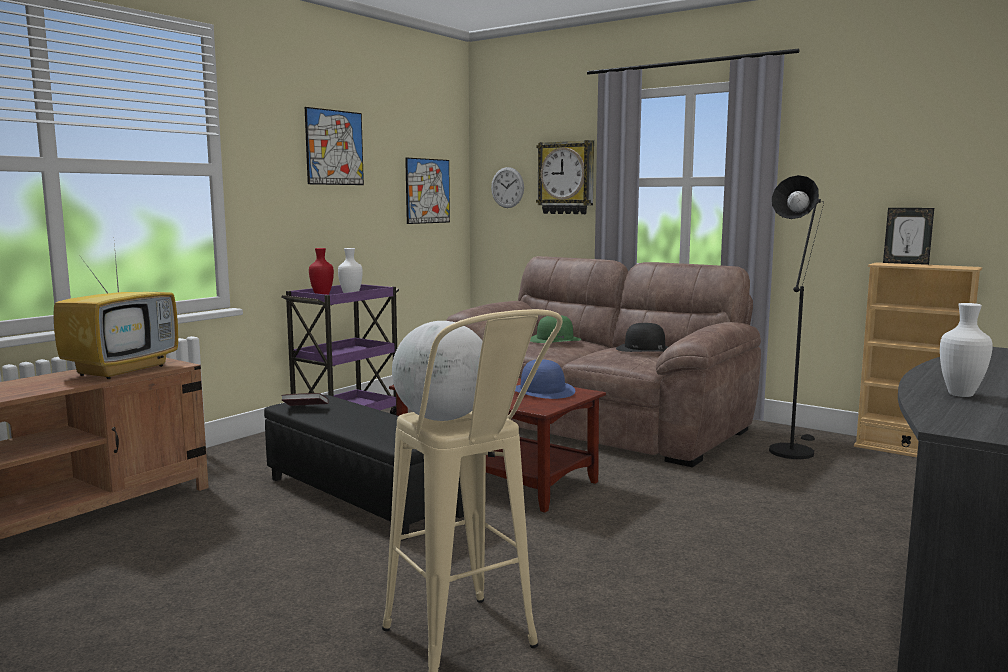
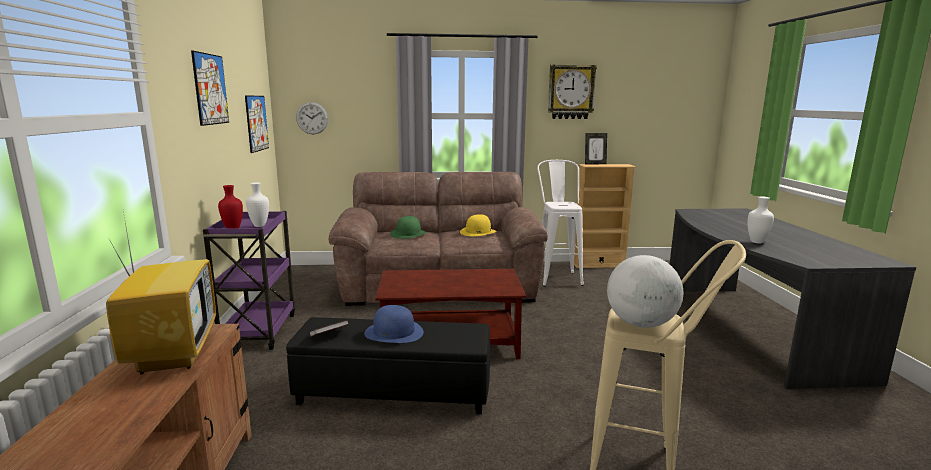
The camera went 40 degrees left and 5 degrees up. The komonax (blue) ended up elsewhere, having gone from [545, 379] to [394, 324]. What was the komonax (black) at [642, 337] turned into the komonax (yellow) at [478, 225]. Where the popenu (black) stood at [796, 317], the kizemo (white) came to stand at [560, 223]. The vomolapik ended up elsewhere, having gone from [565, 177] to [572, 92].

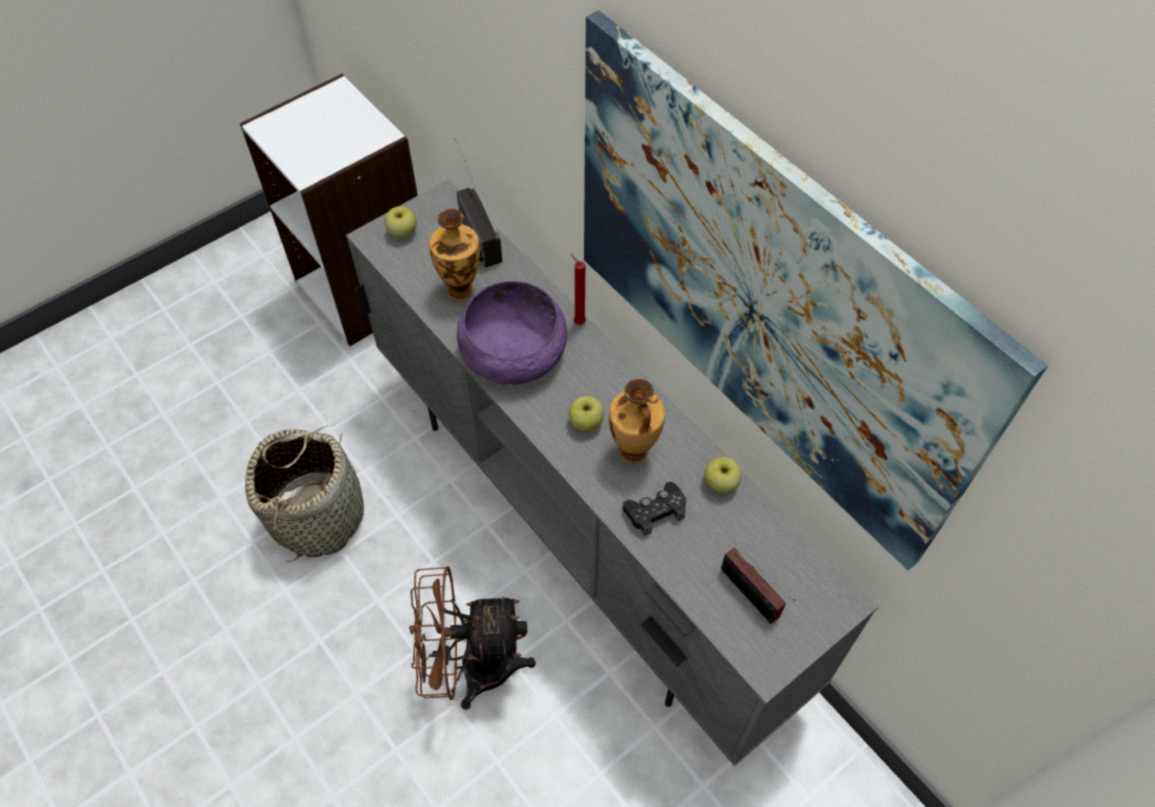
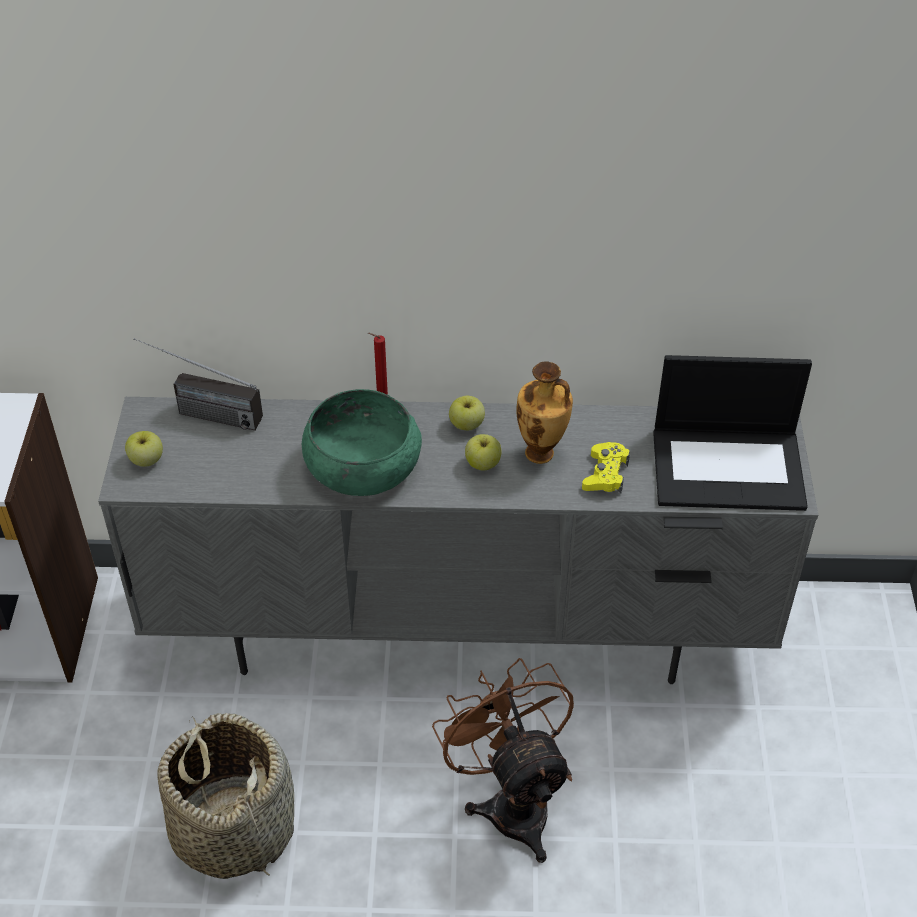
The camera went 50 degrees left and 10 degrees down. What was the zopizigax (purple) at [512, 333] turned into the zopizigax (green) at [362, 442]. The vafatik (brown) at [472, 638] ended up facing another way, 120 degrees clockwise from before. The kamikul ended up elsewhere, having gone from [723, 475] to [467, 413]. What was the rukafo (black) at [654, 509] turned into the rukafo (yellow) at [606, 467]. Where the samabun stood at [758, 586], the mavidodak came to stand at [732, 433]. The second view lost the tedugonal at [454, 255]. The second view lost the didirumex at [816, 290].

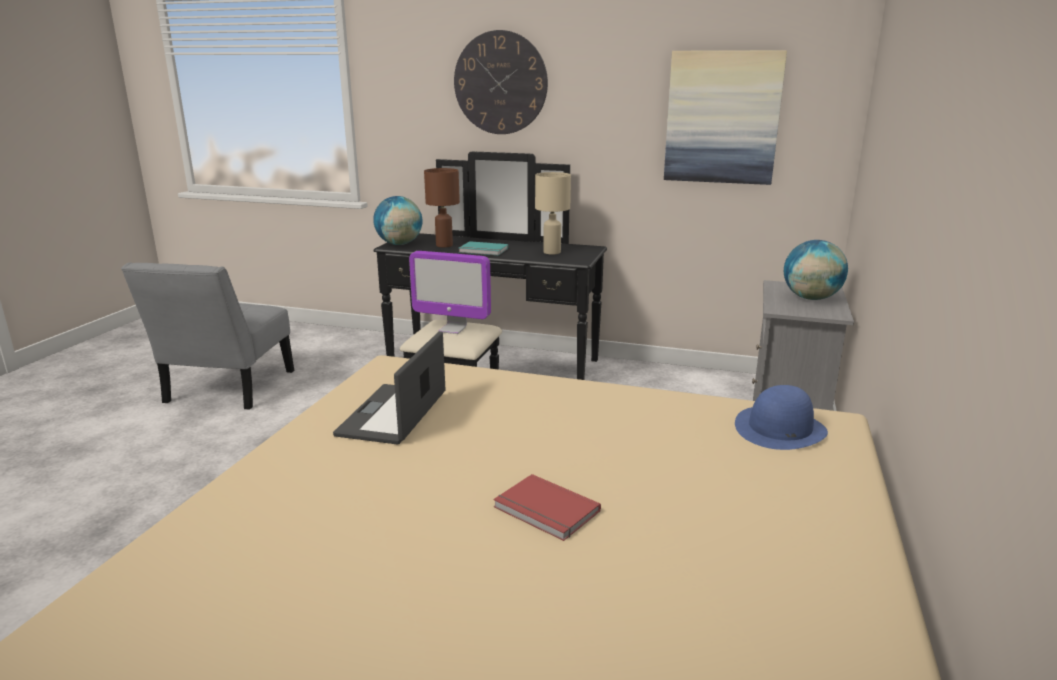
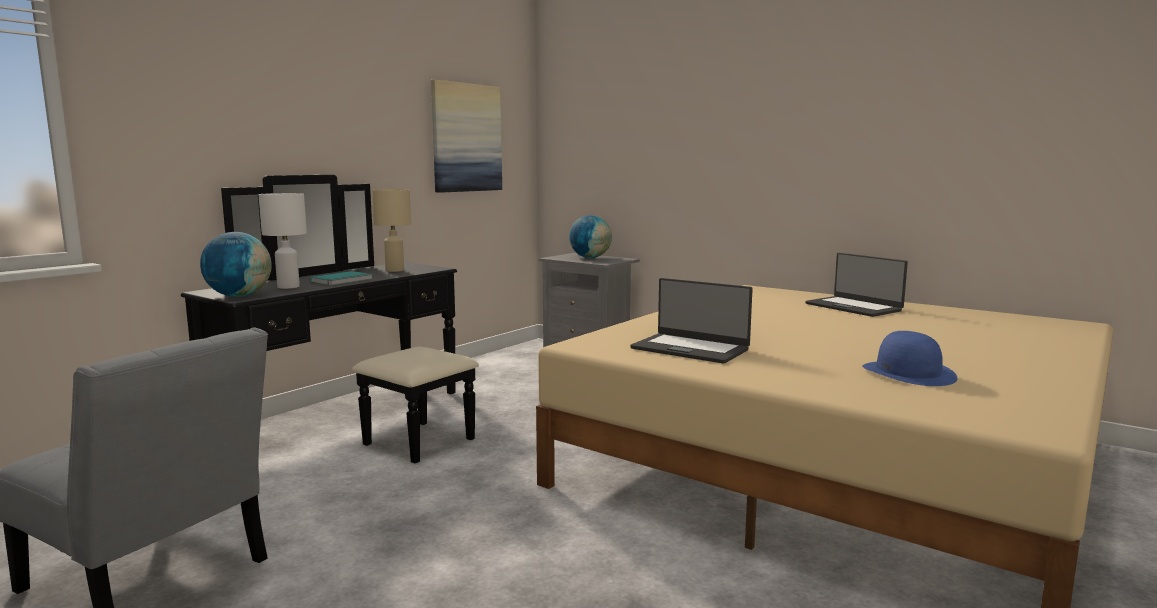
The camera went 70 degrees left and 10 degrees down. What was the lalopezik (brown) at [442, 207] turned into the lalopezik (white) at [282, 241]. The second view gained the mavidodak at [857, 285]. The komonax (blue) ended up elsewhere, having gone from [781, 417] to [909, 358]. The second view lost the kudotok at [450, 292]. The second view lost the vomolapik at [501, 82]. The second view lost the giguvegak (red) at [547, 507].

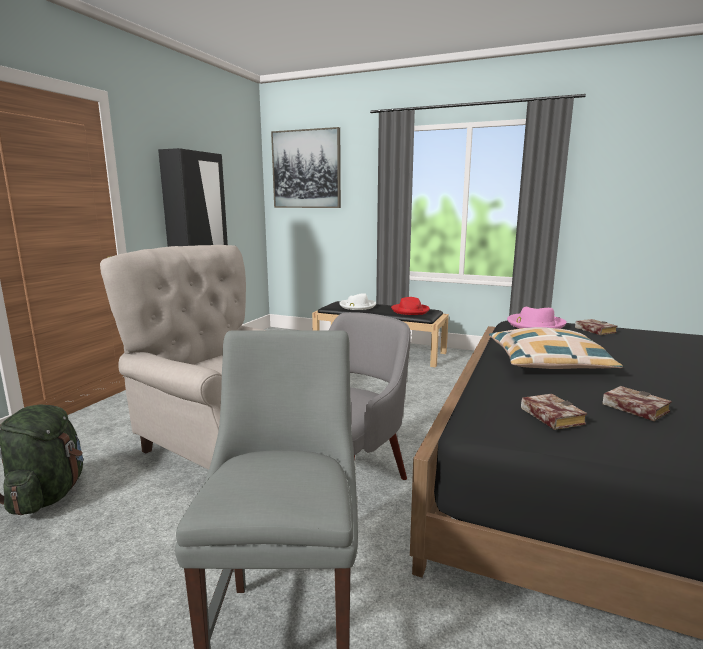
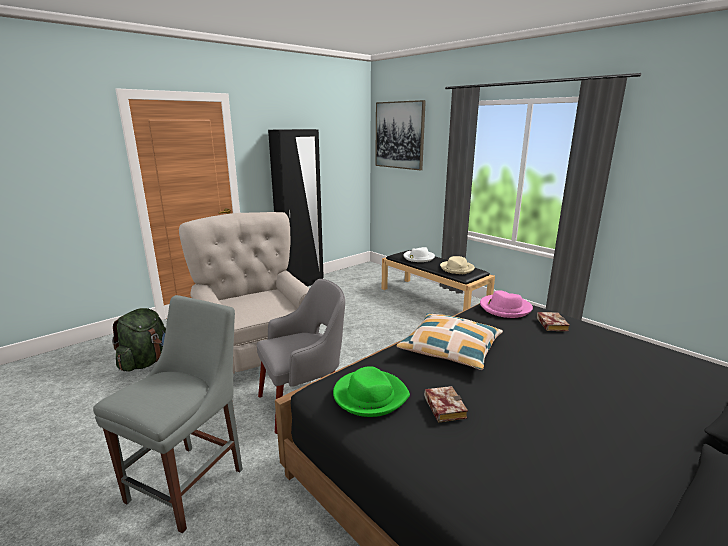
The camera went 25 degrees right and 5 degrees up. Where the giguvegak stood at [554, 412], the komonax (green) came to stand at [371, 391]. What was the komonax (red) at [410, 306] turned into the komonax (beige) at [457, 265].

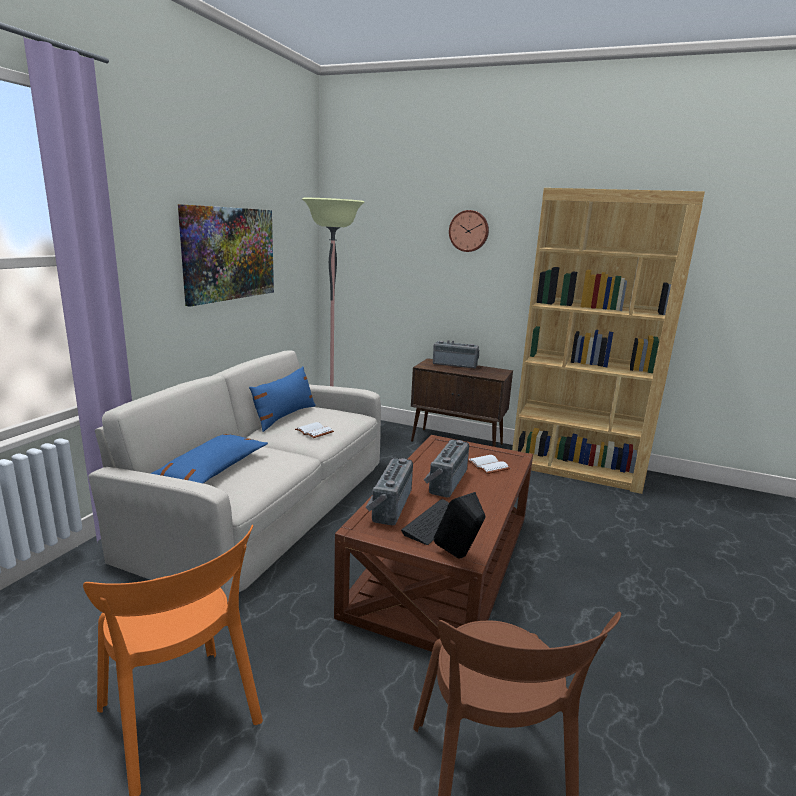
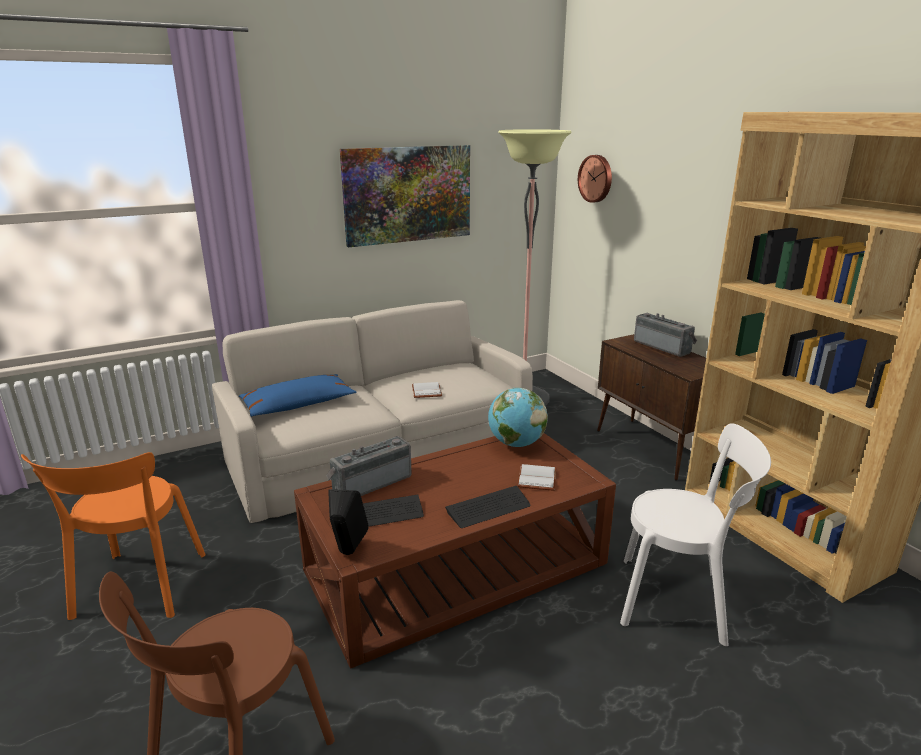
The camera went 40 degrees right and 5 degrees up. The second view gained the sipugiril at [488, 507]. The second view gained the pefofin at [518, 417]. The vomolapik ended up elsewhere, having gone from [469, 231] to [595, 179]. The second view gained the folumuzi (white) at [695, 534]. The second view lost the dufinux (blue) at [282, 399]. The second view lost the samabun at [446, 468].

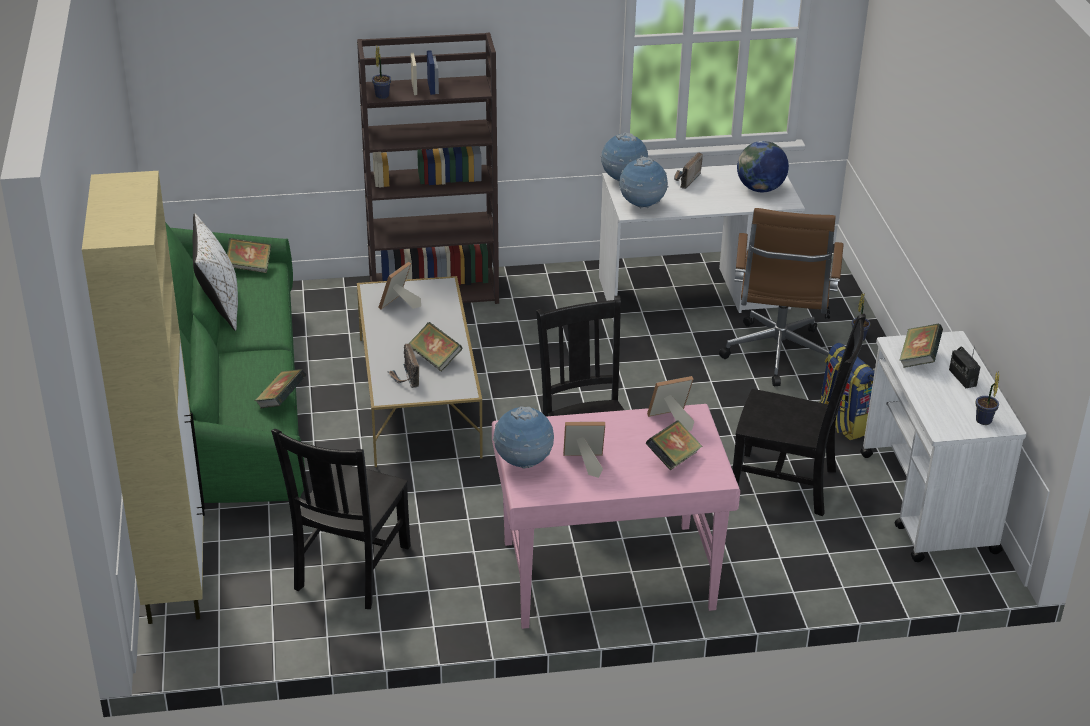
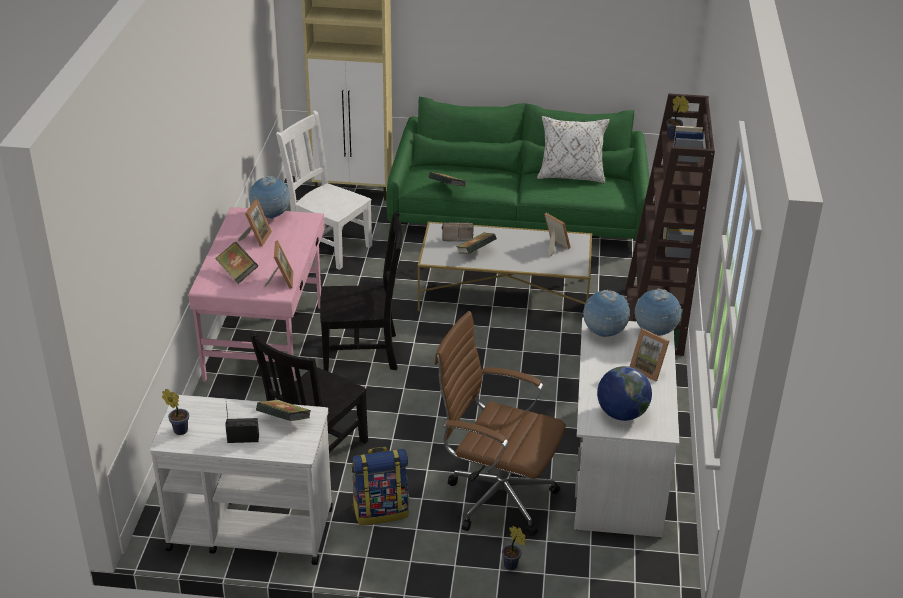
The camera went 105 degrees right and 0 degrees up. What was the folumuzi (black) at [341, 519] turned into the folumuzi (white) at [324, 190]. Where the samabun stood at [688, 170], the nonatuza came to stand at [649, 355]. The second view lost the giguvegak at [249, 255].

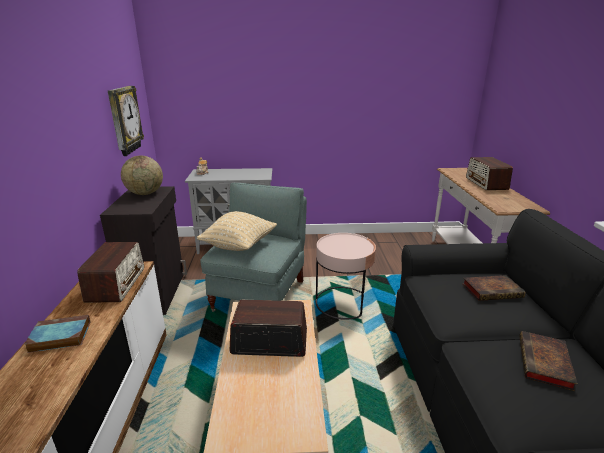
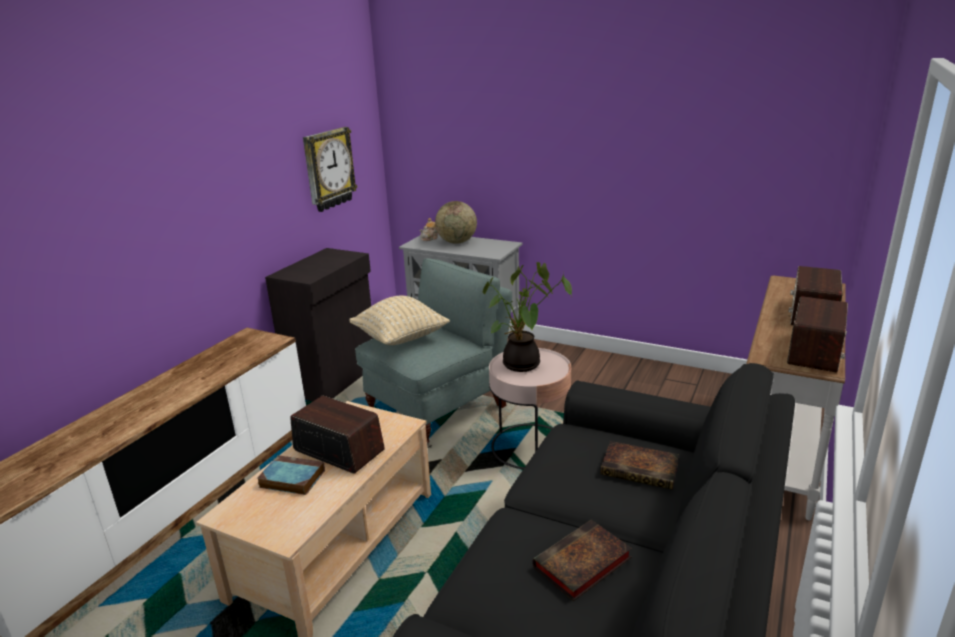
The camera went 30 degrees right and 0 degrees up. The giguvegak ended up elsewhere, having gone from [57, 334] to [291, 475]. The pefofin ended up elsewhere, having gone from [142, 175] to [456, 222]. The second view gained the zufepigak at [527, 317]. The samabun ended up elsewhere, having gone from [110, 272] to [817, 334].

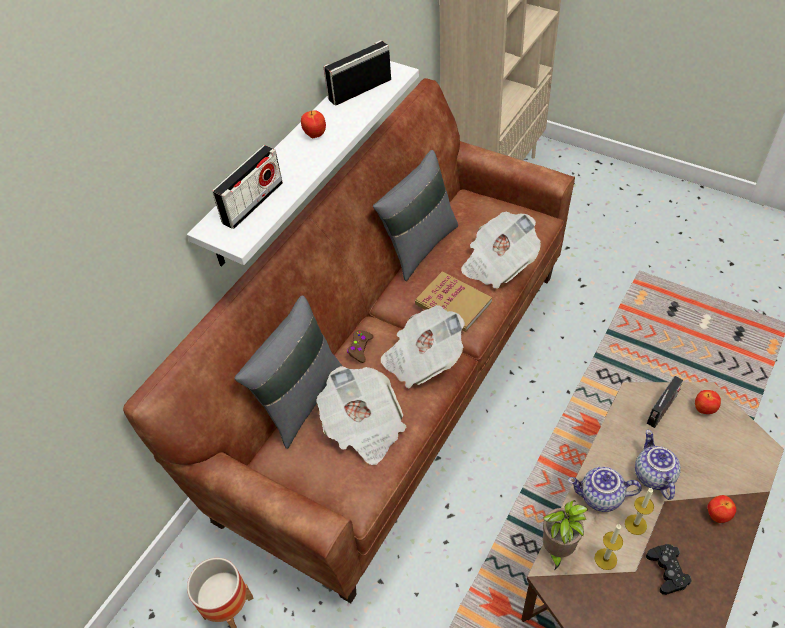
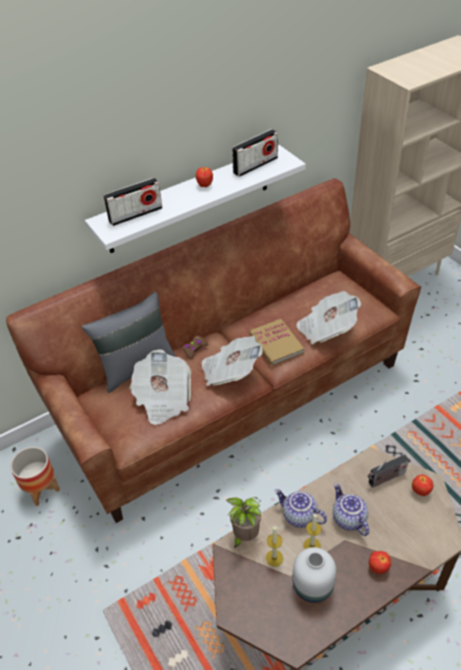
The camera went 25 degrees right and 5 degrees down. The samabun at [357, 73] ended up facing another way, 150 degrees clockwise from before. Where the rukafo (black) stood at [669, 569], the tedugonal (white) came to stand at [314, 575]. The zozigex at [658, 465] ended up facing another way, 45 degrees counterclockwise from before. The second view lost the dufinux (grey) at [415, 215].

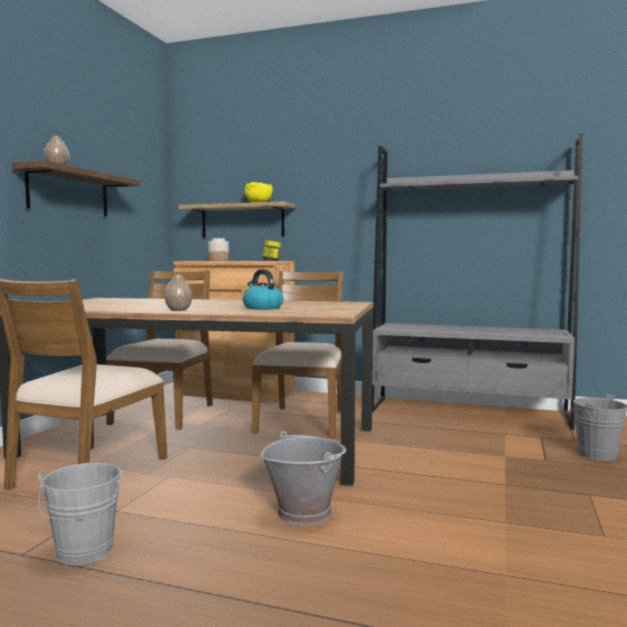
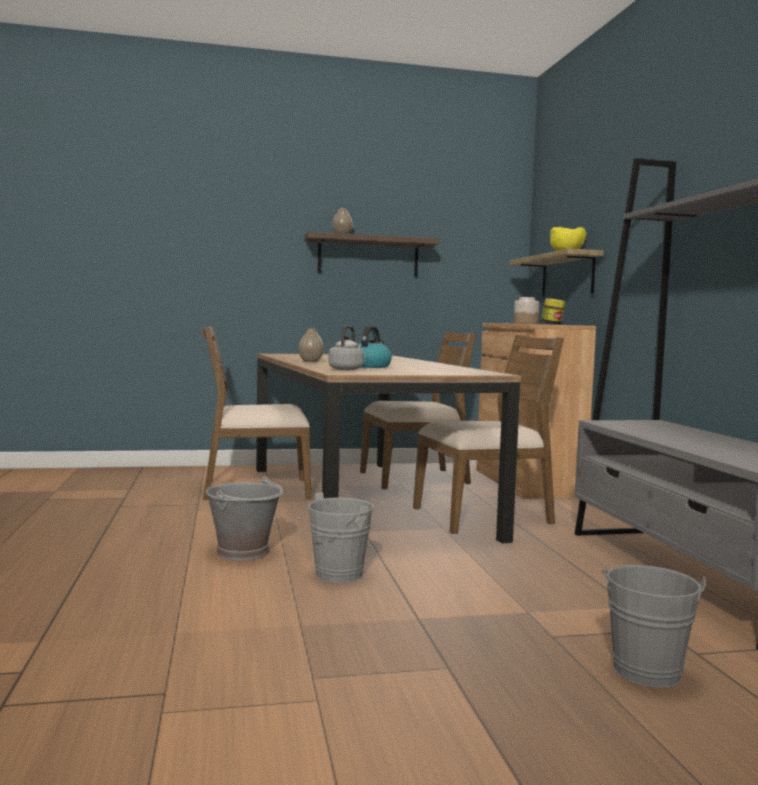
The camera went 60 degrees right and 0 degrees up. The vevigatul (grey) ended up elsewhere, having gone from [81, 514] to [335, 537]. The second view gained the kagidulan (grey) at [346, 348].

